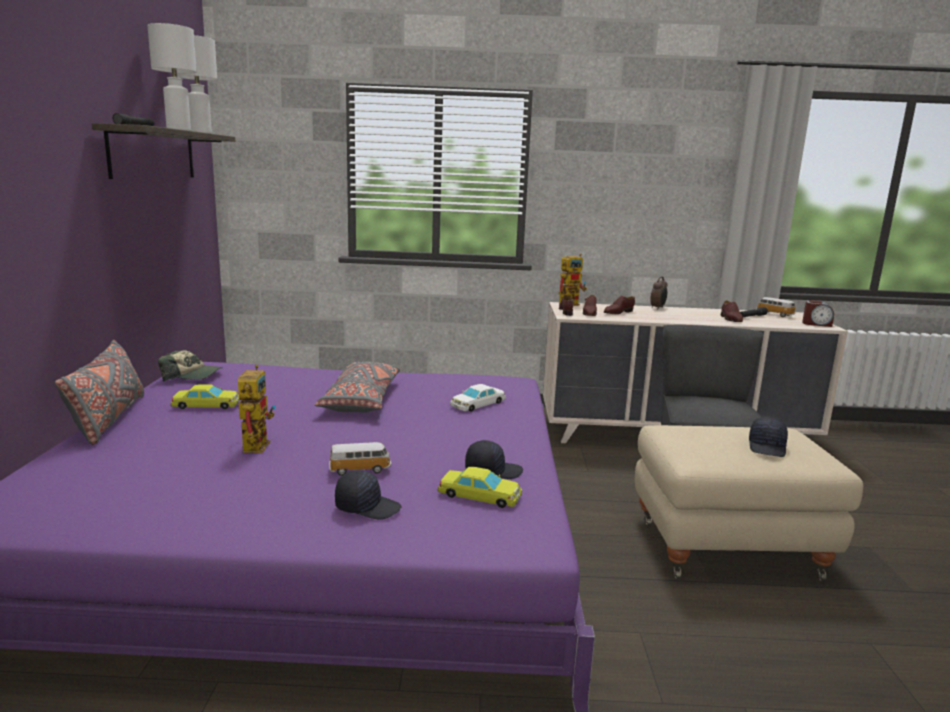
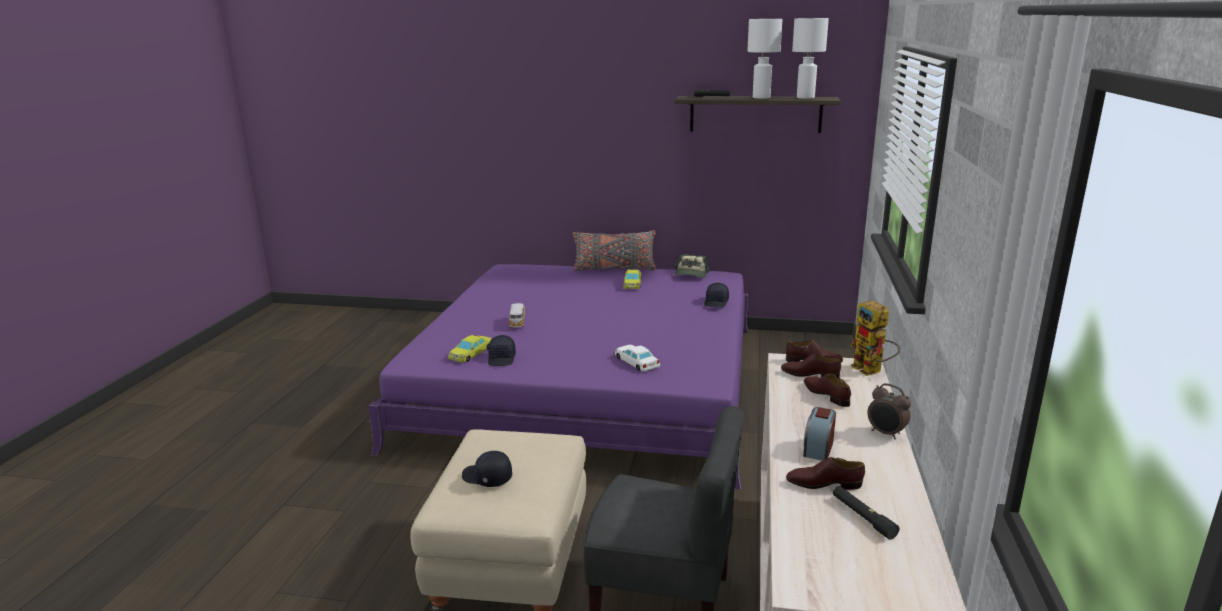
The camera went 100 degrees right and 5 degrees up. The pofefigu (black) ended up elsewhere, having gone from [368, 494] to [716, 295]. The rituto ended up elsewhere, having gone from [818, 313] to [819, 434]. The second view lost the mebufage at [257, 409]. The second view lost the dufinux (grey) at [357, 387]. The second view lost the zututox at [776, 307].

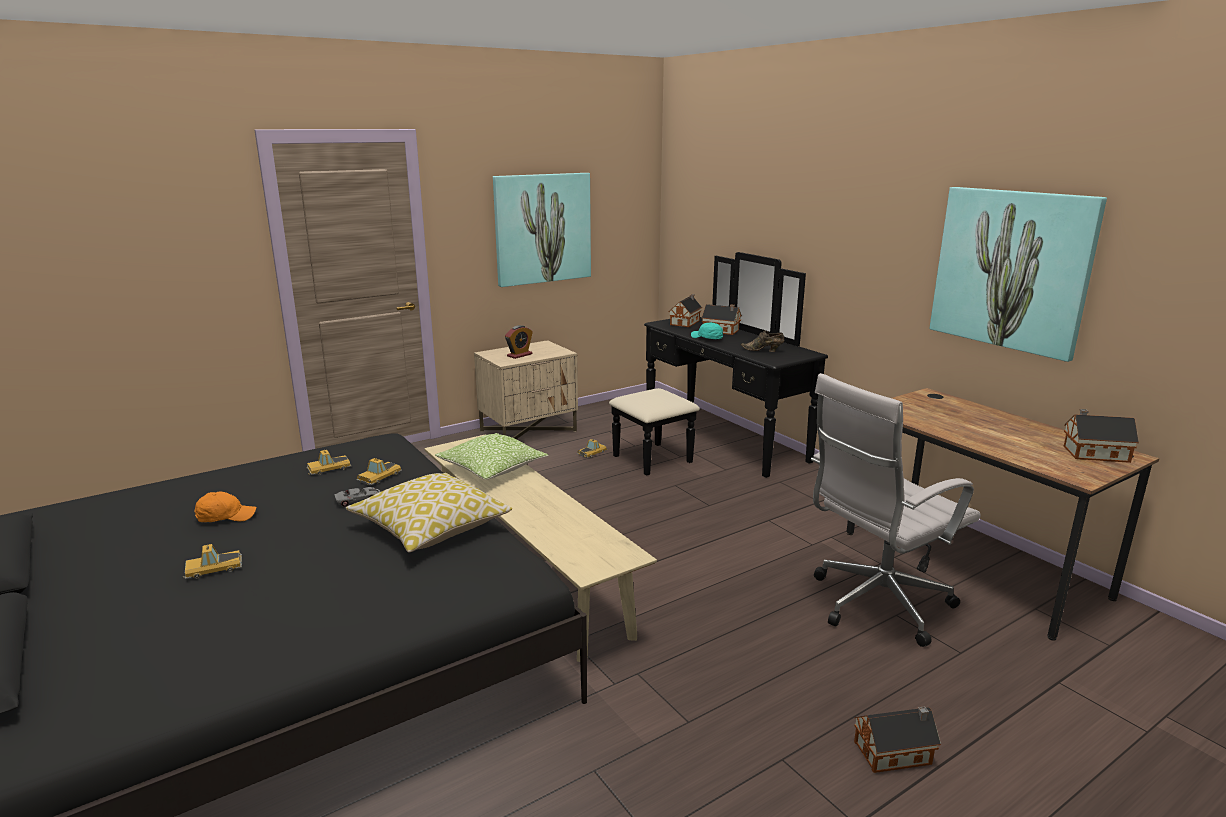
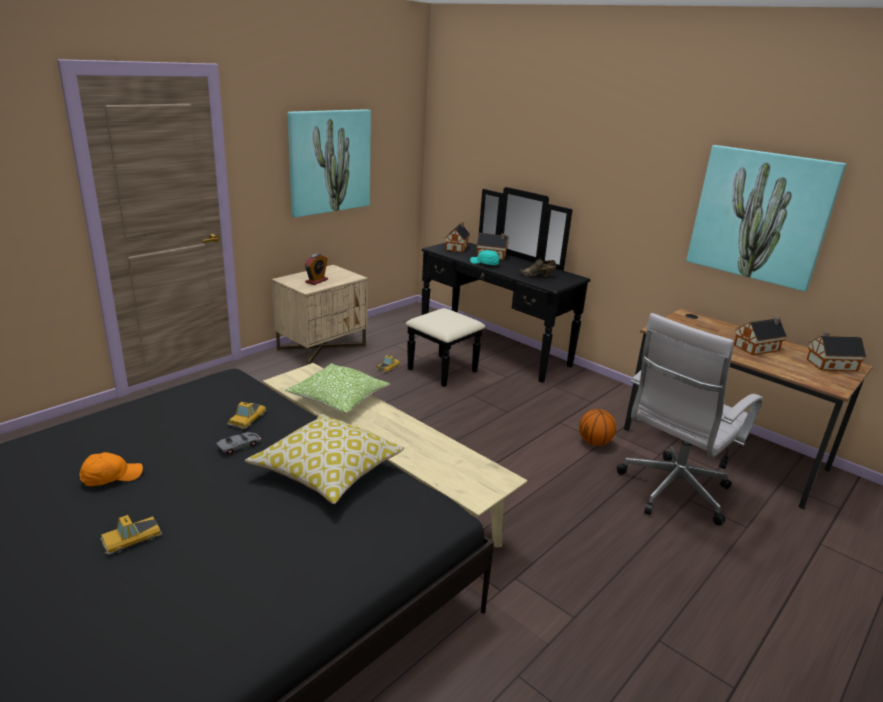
The camera went 15 degrees left and 5 degrees up. The second view gained the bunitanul at [597, 427]. The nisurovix ended up elsewhere, having gone from [897, 739] to [760, 336]. The second view lost the zututox at [329, 462].

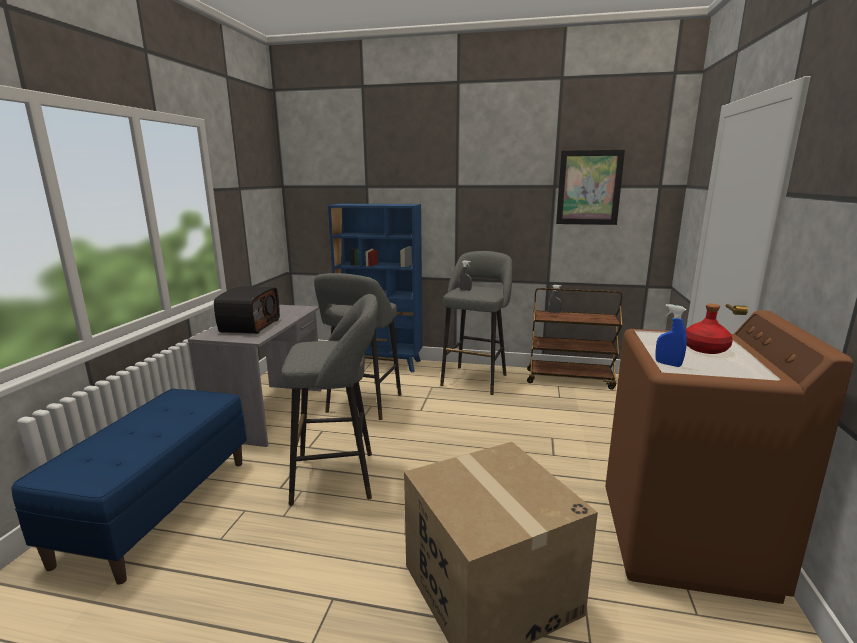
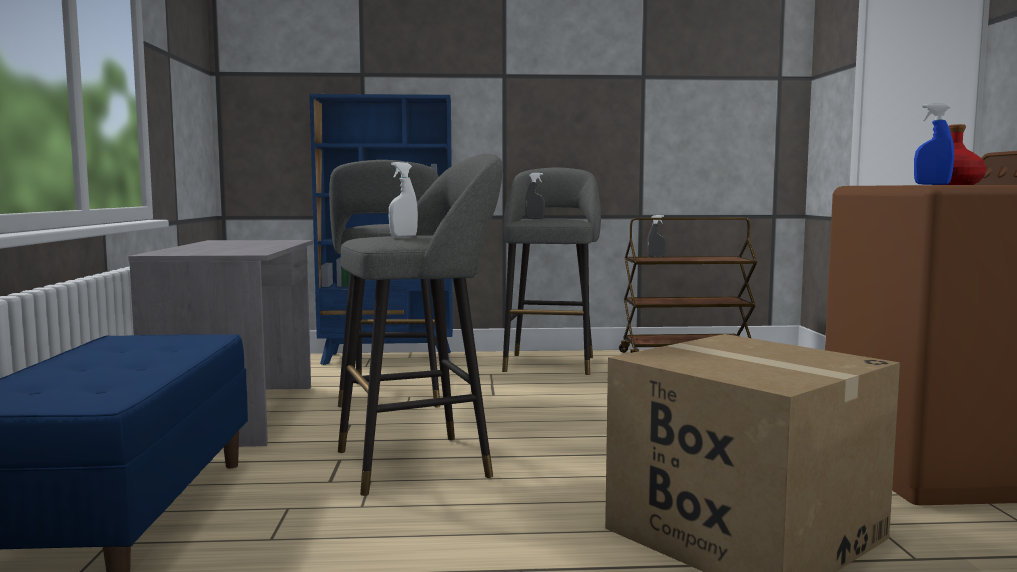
The camera went 15 degrees left and 10 degrees down. The second view gained the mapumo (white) at [403, 199]. The second view lost the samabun at [247, 310]. The second view lost the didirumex at [590, 187].

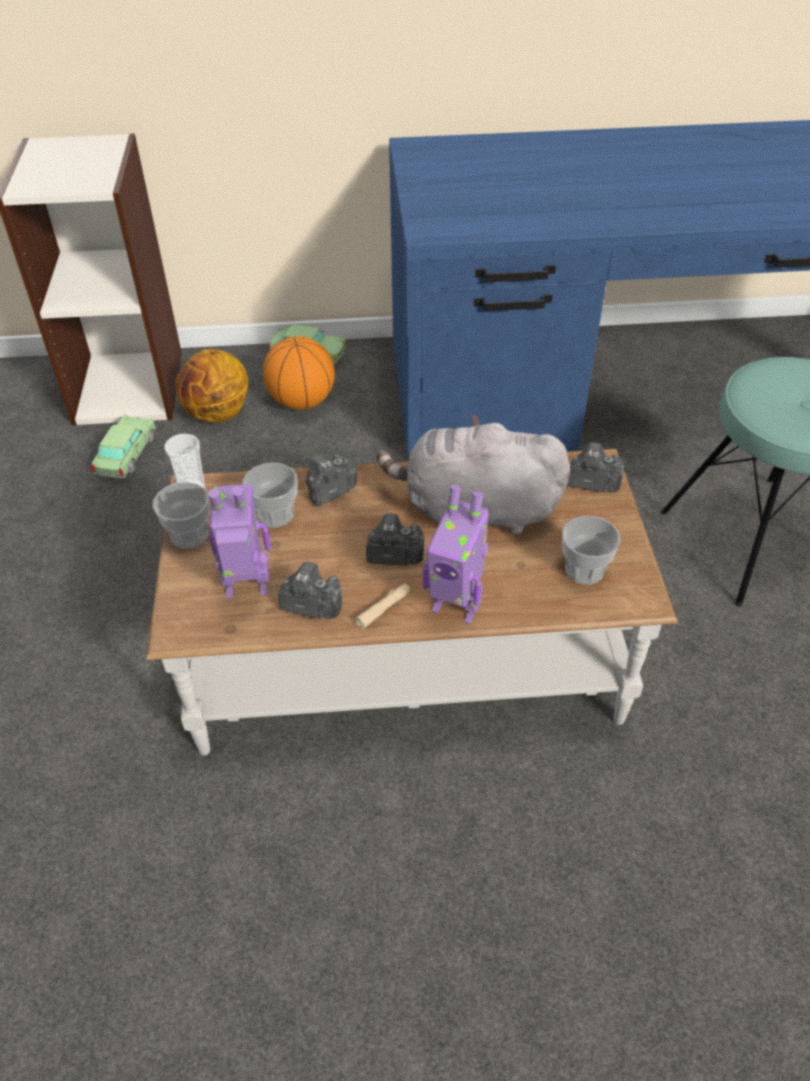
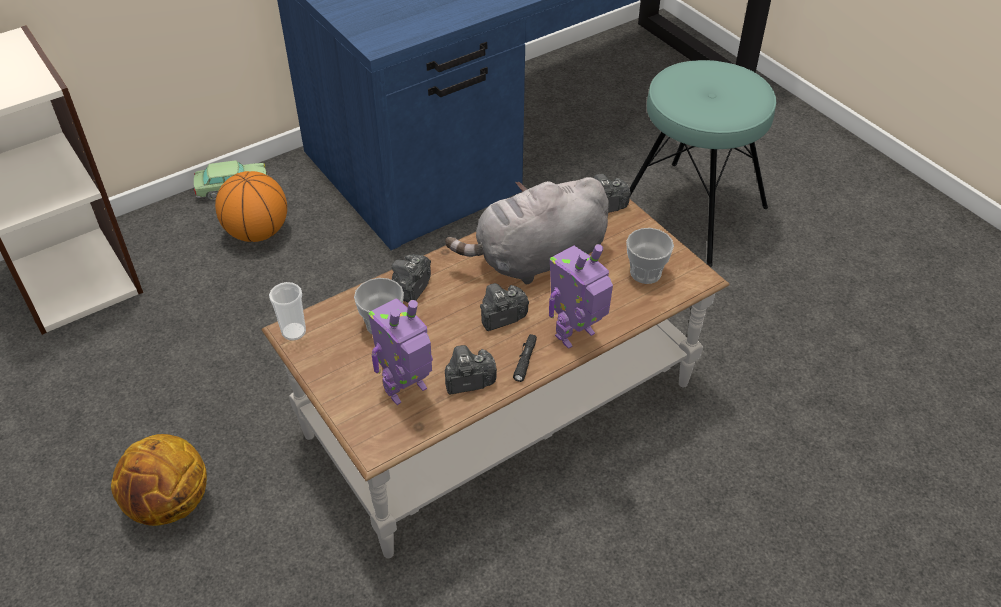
The camera went 30 degrees left and 0 degrees up. The bunitanul ended up elsewhere, having gone from [212, 386] to [159, 480]. What was the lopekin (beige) at [382, 606] turned into the lopekin (black) at [525, 358]. The mebufage at [456, 554] ended up facing another way, 150 degrees clockwise from before. The second view lost the zututox at [123, 446]. The second view lost the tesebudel at [181, 515].

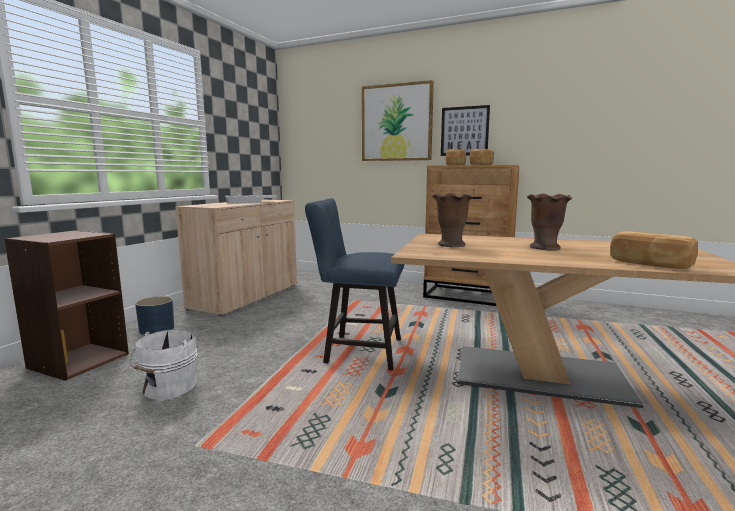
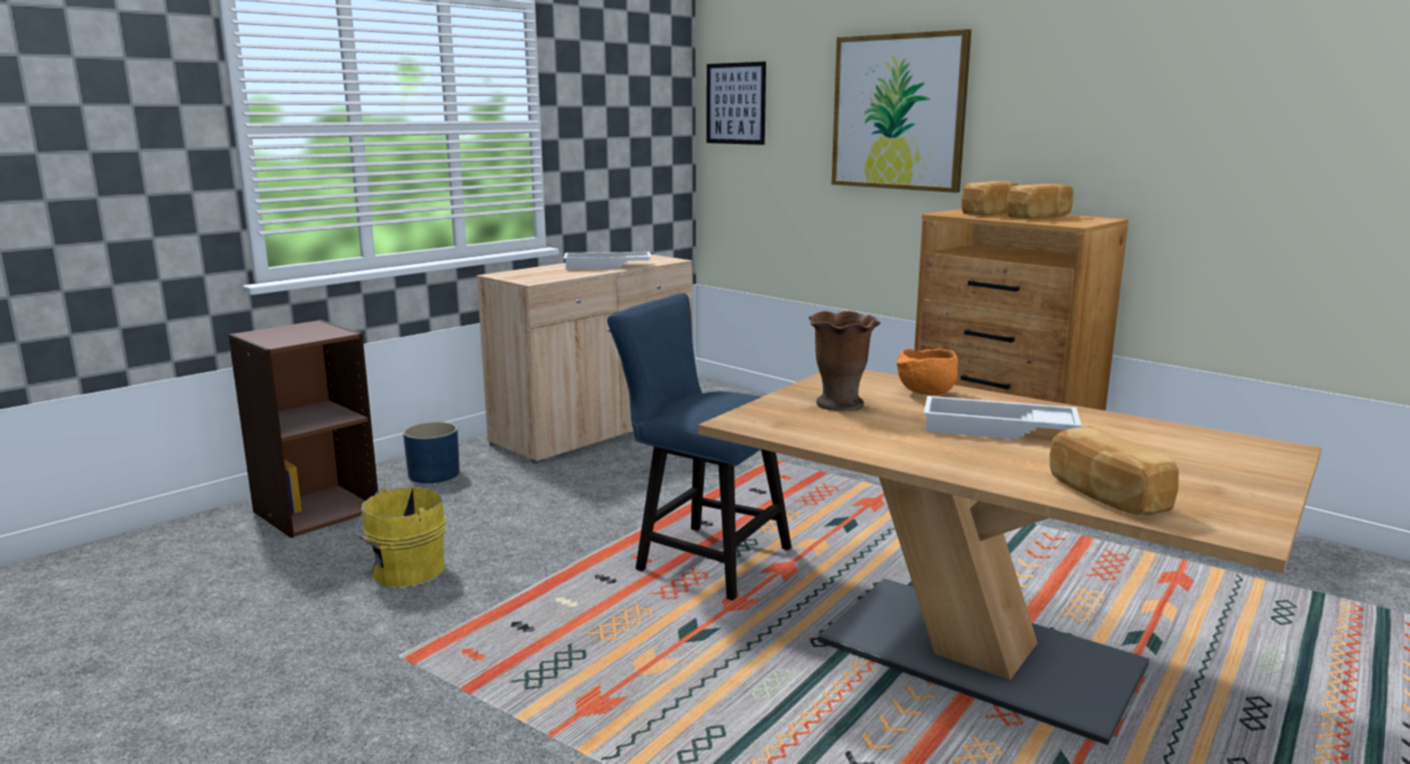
The camera went 20 degrees right and 5 degrees up. What was the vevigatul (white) at [163, 364] turned into the vevigatul (yellow) at [400, 537]. The didirumex ended up elsewhere, having gone from [465, 130] to [736, 103]. The second view gained the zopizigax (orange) at [927, 371]. Where the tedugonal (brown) stood at [549, 222], the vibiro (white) came to stand at [1002, 418].

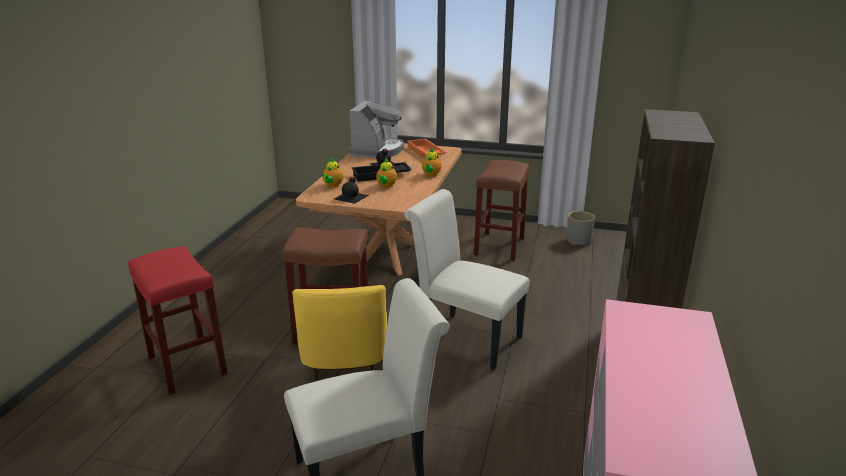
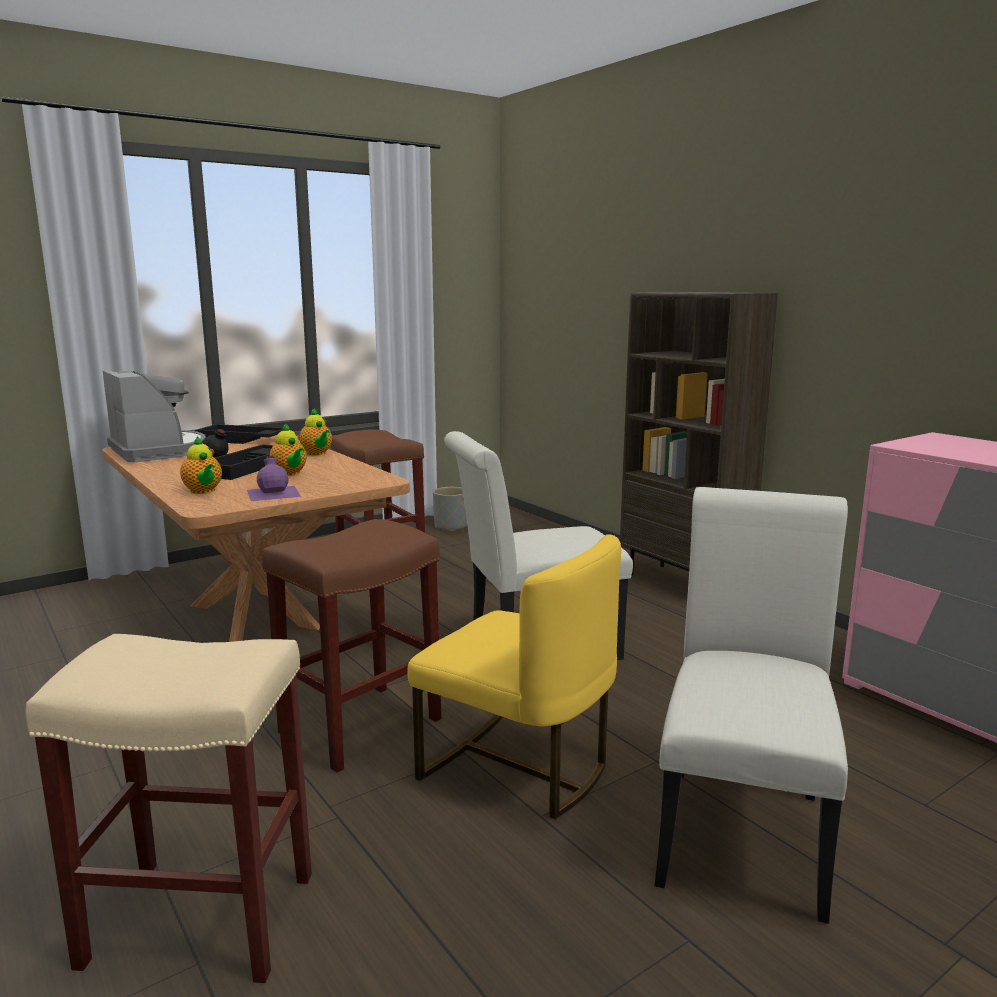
The camera went 50 degrees left and 10 degrees down. What was the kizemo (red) at [177, 320] turned into the kizemo (beige) at [168, 808]. What was the vibiro (orange) at [426, 147] turned into the vibiro (black) at [239, 434]. What was the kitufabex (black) at [351, 190] turned into the kitufabex (purple) at [274, 478].

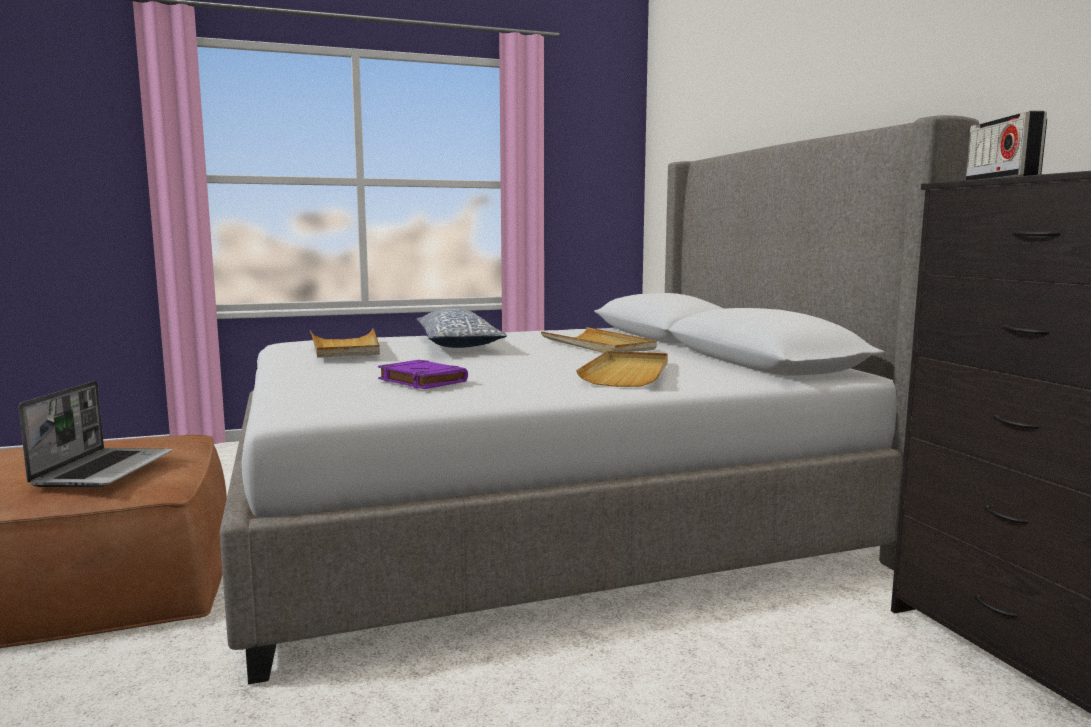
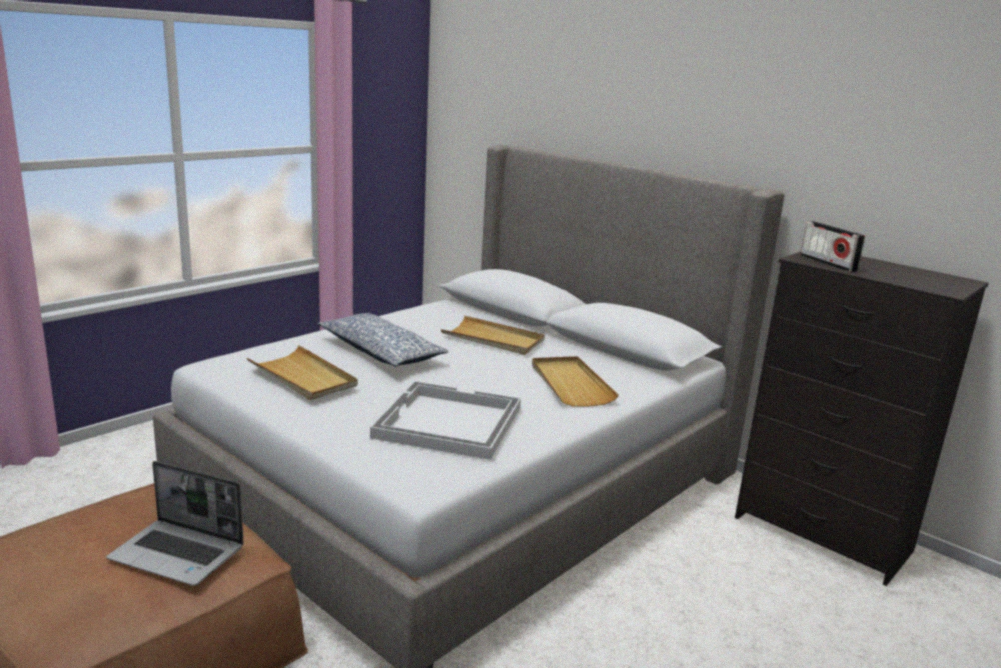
The camera went 30 degrees left and 10 degrees up. The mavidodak at [95, 434] ended up facing another way, 135 degrees clockwise from before. Where the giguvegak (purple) stood at [423, 374], the vibiro (white) came to stand at [445, 420].

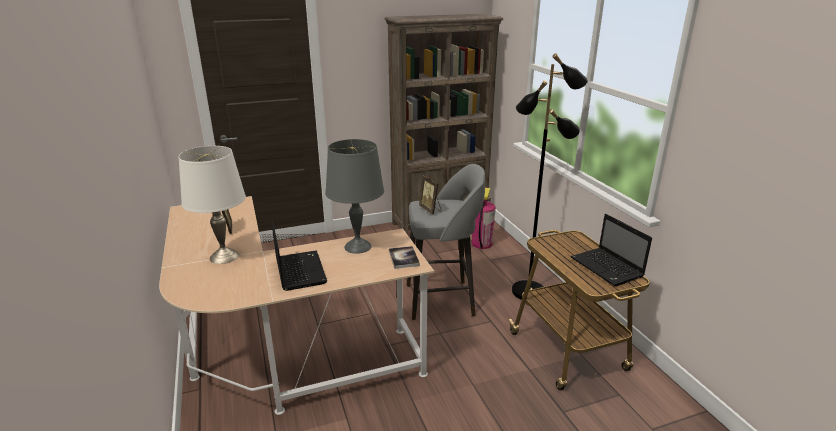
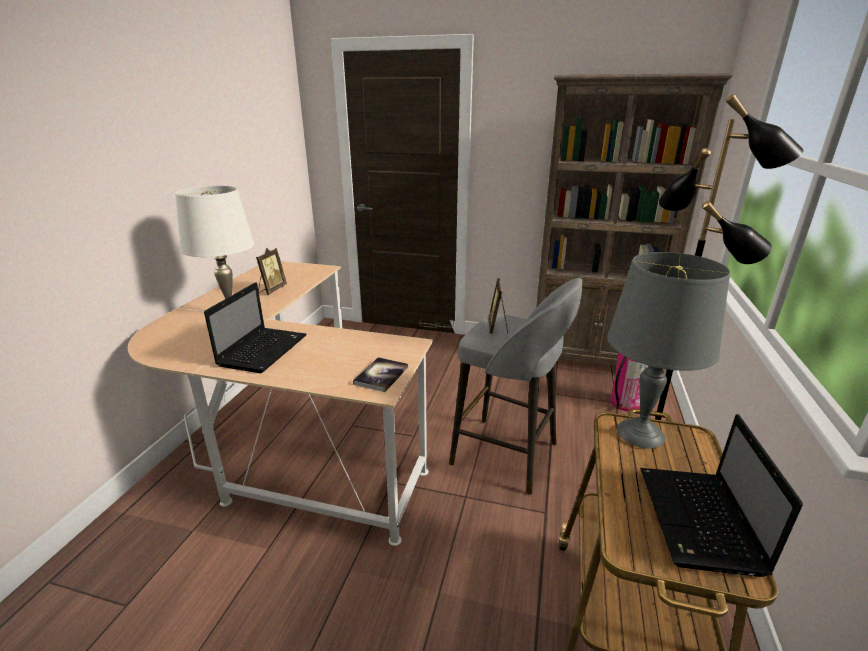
The camera went 35 degrees right and 0 degrees up. The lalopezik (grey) ended up elsewhere, having gone from [354, 196] to [668, 350].

